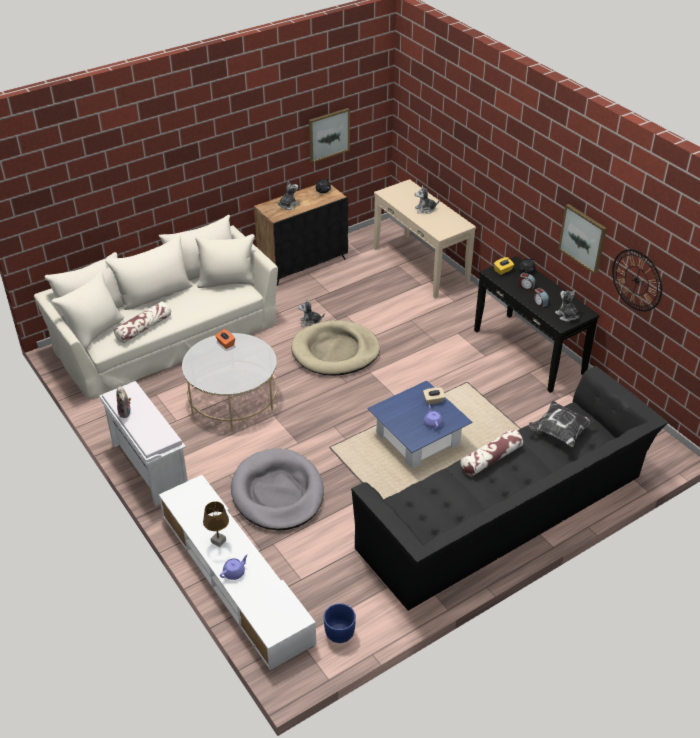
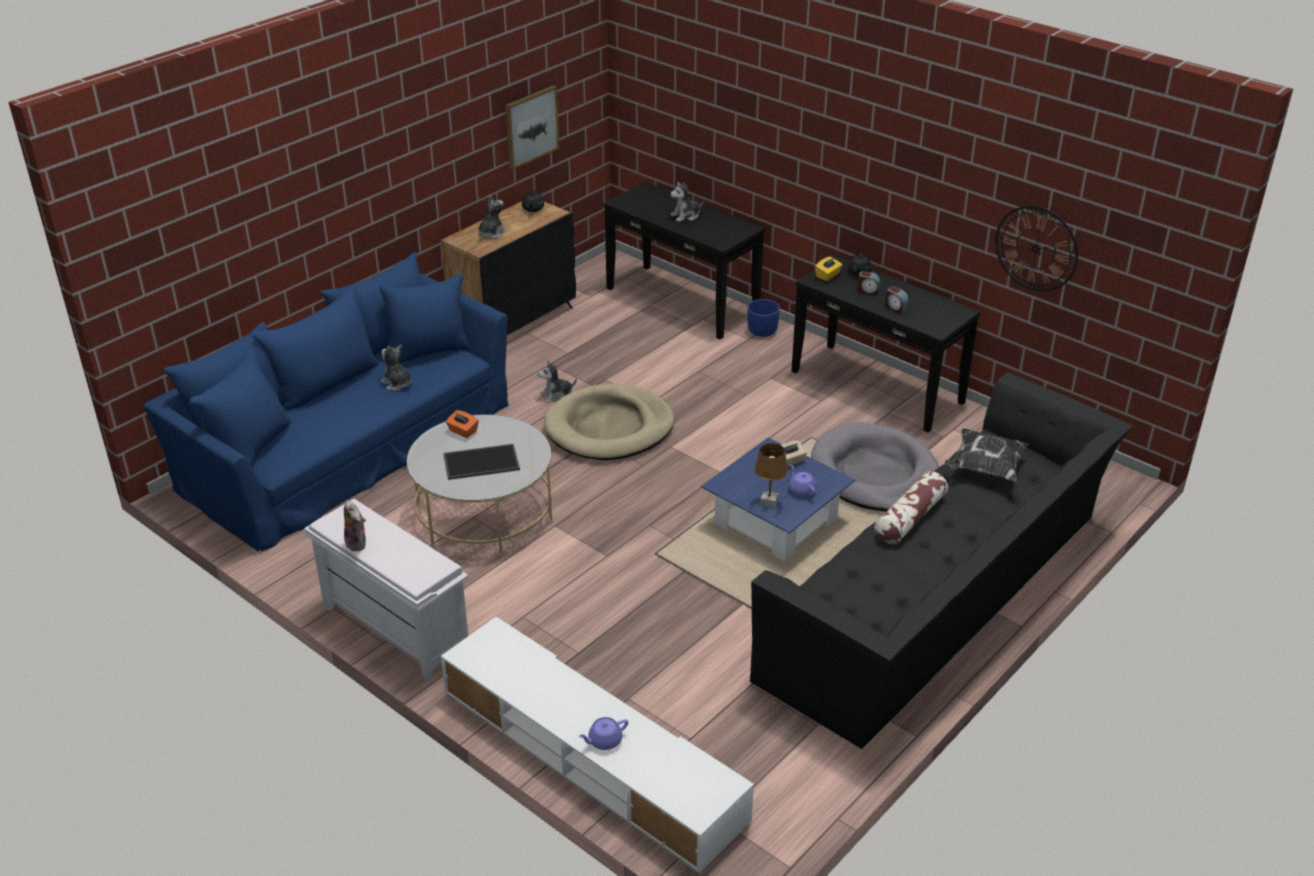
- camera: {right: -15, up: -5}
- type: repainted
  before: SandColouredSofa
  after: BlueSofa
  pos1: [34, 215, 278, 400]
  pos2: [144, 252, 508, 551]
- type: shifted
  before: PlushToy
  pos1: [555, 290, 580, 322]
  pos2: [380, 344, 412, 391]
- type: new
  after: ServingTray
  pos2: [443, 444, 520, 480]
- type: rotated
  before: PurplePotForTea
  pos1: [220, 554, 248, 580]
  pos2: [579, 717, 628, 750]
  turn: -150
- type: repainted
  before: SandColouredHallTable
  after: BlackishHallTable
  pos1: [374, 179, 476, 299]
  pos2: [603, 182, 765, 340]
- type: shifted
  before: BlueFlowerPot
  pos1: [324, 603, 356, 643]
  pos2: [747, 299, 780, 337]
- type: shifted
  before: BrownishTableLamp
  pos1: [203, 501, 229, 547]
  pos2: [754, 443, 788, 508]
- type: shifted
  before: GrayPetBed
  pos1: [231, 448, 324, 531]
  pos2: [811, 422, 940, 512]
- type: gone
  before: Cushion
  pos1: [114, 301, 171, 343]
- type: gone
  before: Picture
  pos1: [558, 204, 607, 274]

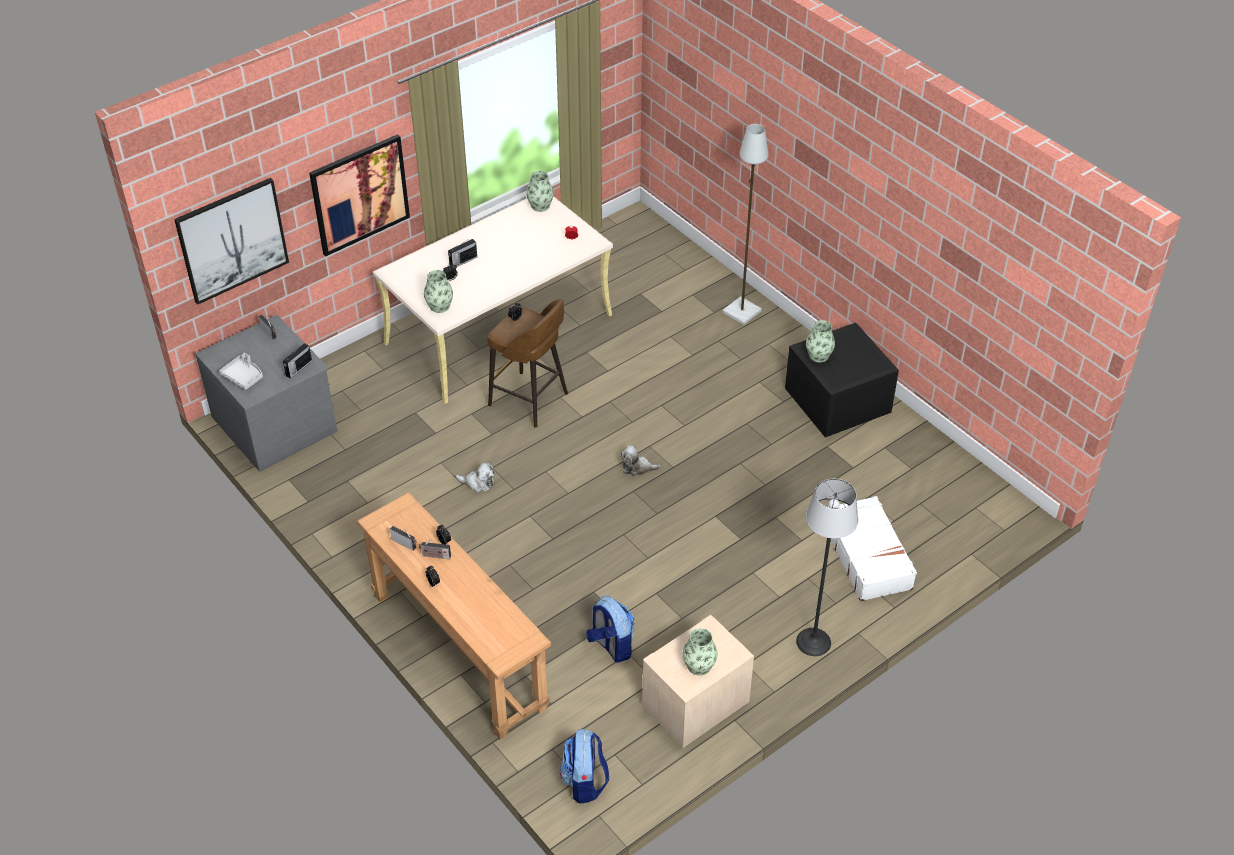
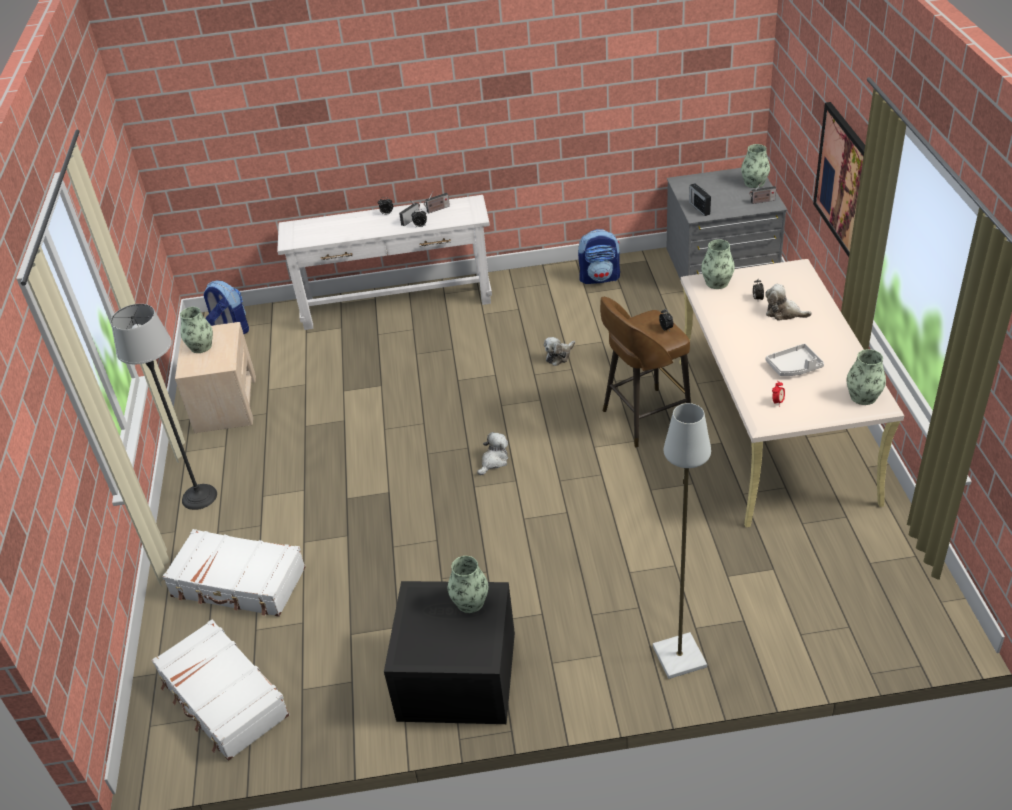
- camera: {right: 125, up: -5}
- type: new
  after: WhitishTravelCase
  pos2: [152, 619, 290, 761]
- type: repainted
  before: BrownishHallTable
  after: WhitishHallTable
  pos1: [357, 492, 551, 739]
  pos2: [277, 195, 492, 330]
- type: shifted
  before: Backpack
  pos1: [586, 596, 634, 663]
  pos2: [578, 229, 620, 284]
- type: new
  after: DecorativeVase
  pos2: [741, 144, 770, 188]
- type: swapped
  before: RadioSet
  after: PlushToy
  pos1: [448, 238, 477, 267]
  pos2: [765, 284, 812, 321]
- type: shifted
  before: GrayServingTray
  pos1: [219, 353, 263, 390]
  pos2: [765, 343, 824, 376]
- type: gone
  before: Picture
  pos1: [174, 178, 289, 305]

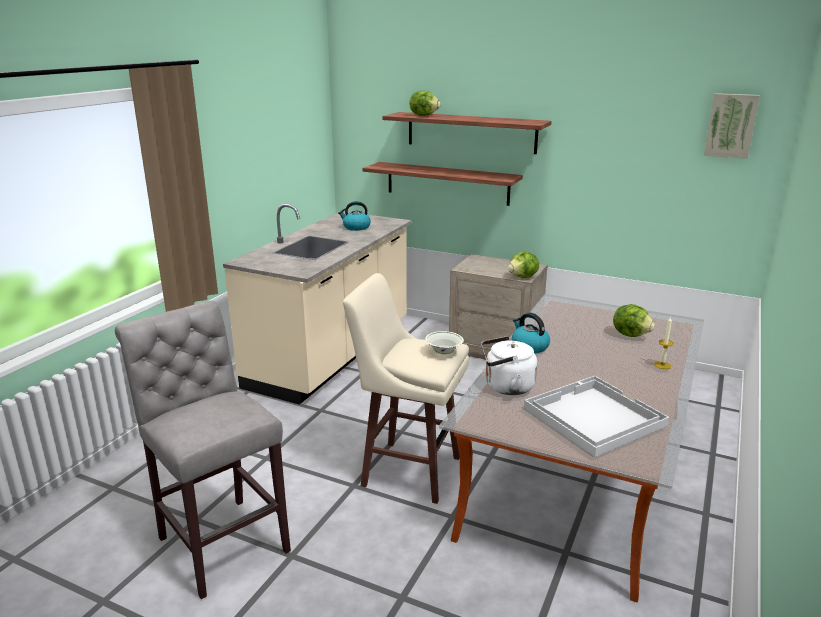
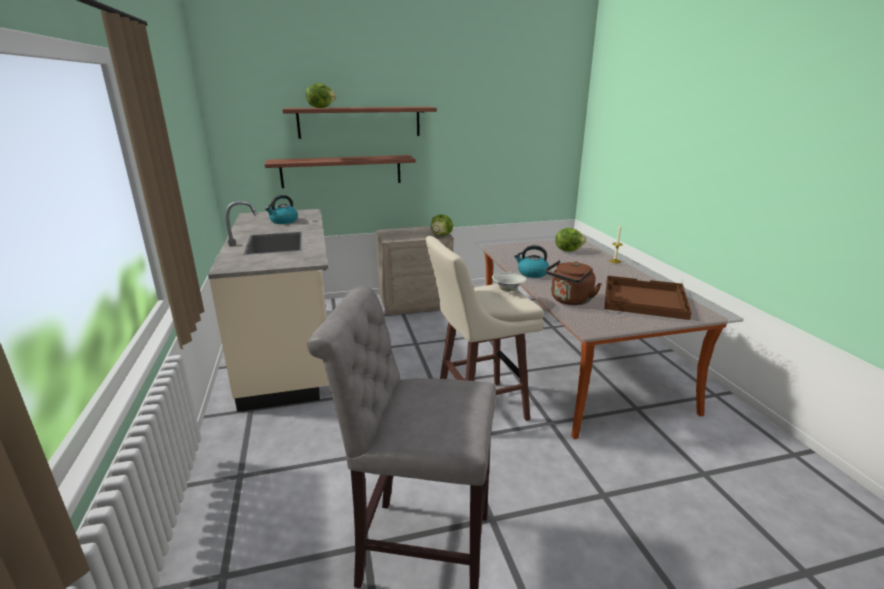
- camera: {right: -40, up: 0}
- type: repainted
  before: WhitishKettle
  after: BrownishKettle
  pos1: [481, 336, 537, 395]
  pos2: [546, 260, 601, 305]
- type: repainted
  before: WhitishServingTray
  after: BrownishServingTray
  pos1: [524, 376, 669, 457]
  pos2: [604, 276, 692, 320]
- type: gone
  before: Picture
  pos1: [704, 93, 760, 159]

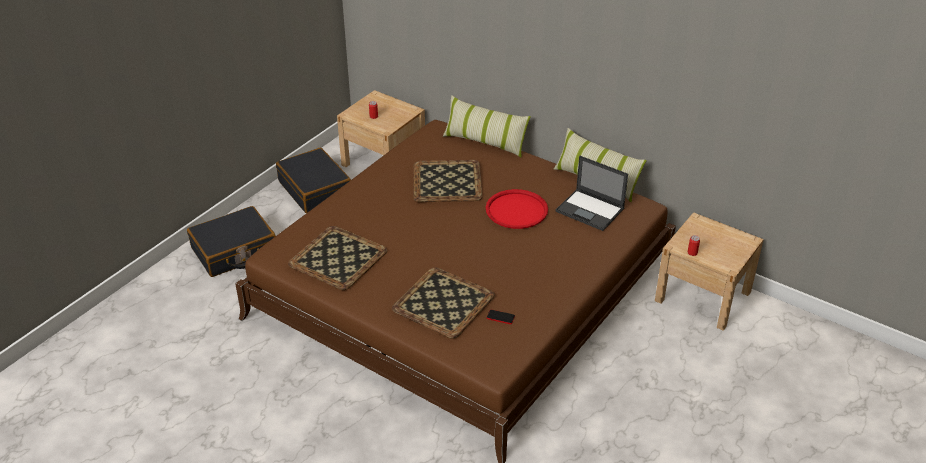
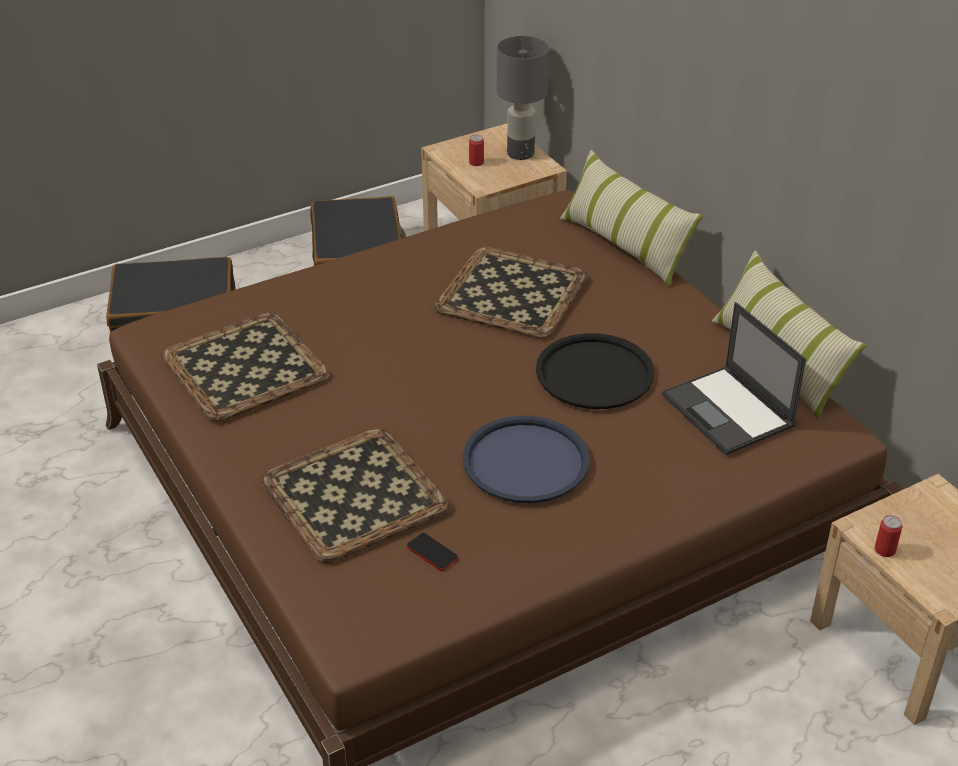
- camera: {right: 25, up: 0}
- type: new
  after: BlueServingTray
  pos2: [462, 416, 590, 503]
- type: new
  after: GrayTableLamp
  pos2: [497, 36, 549, 160]
- type: repainted
  before: RedColouredServingTray
  after: BlackishServingTray
  pos1: [486, 189, 548, 229]
  pos2: [536, 333, 654, 409]

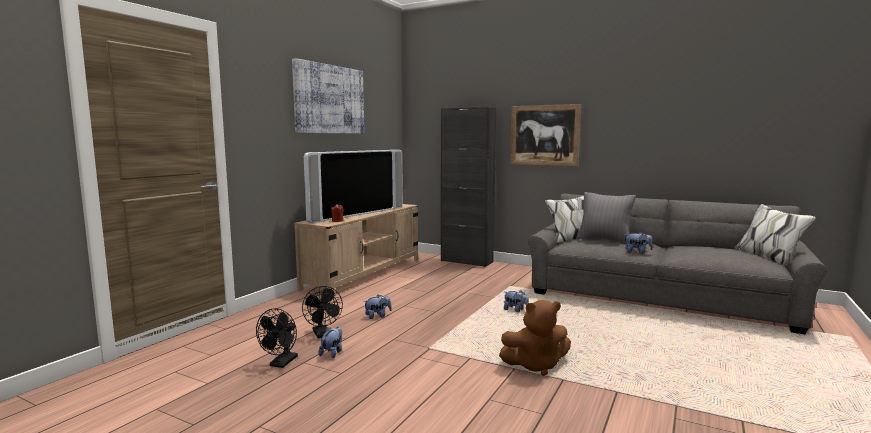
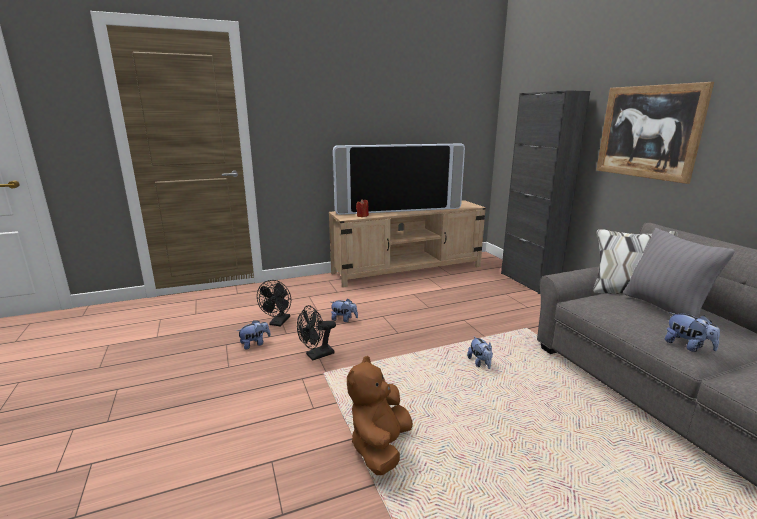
- camera: {right: 40, up: 10}
- type: shifted
  before: BlackishFan
  pos1: [256, 308, 298, 368]
  pos2: [297, 305, 336, 361]
- type: rotated
  before: BrownishPlushToy
  pos1: [499, 300, 571, 376]
  pos2: [347, 356, 413, 475]
  turn: 75
- type: gone
  before: Picture
  pos1: [292, 58, 364, 134]

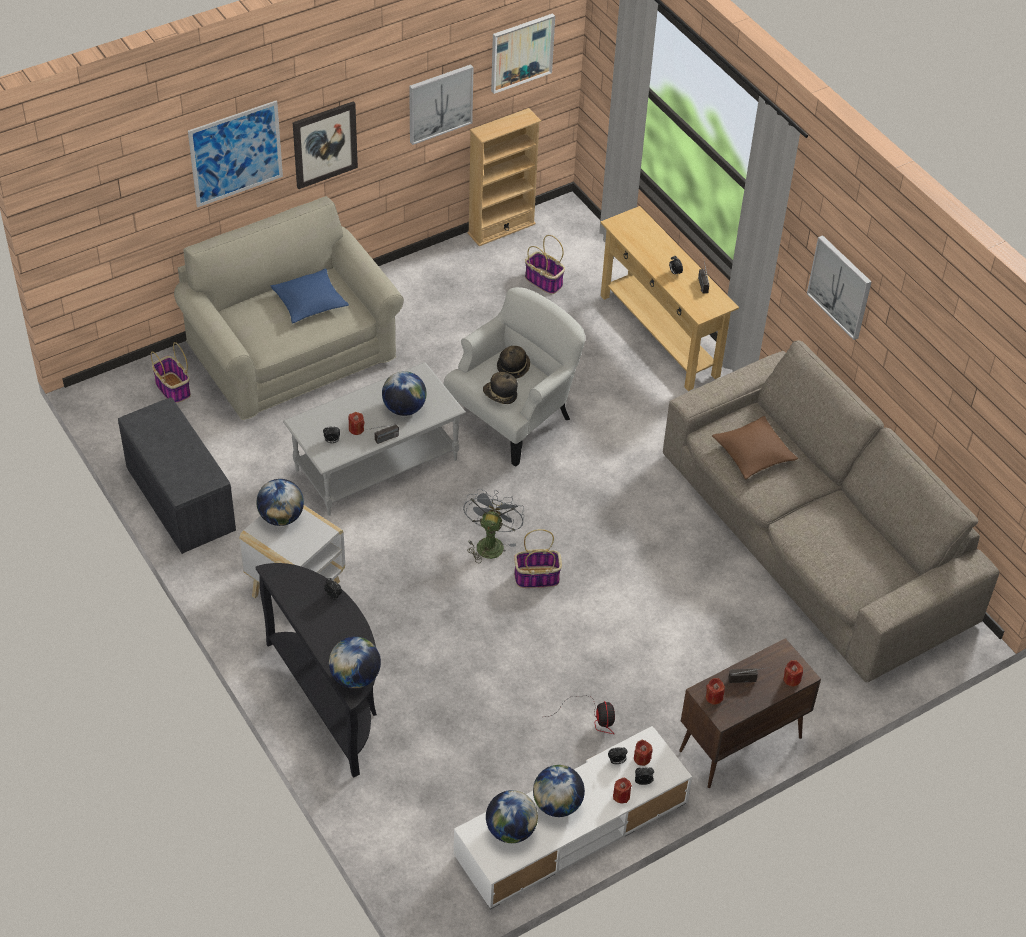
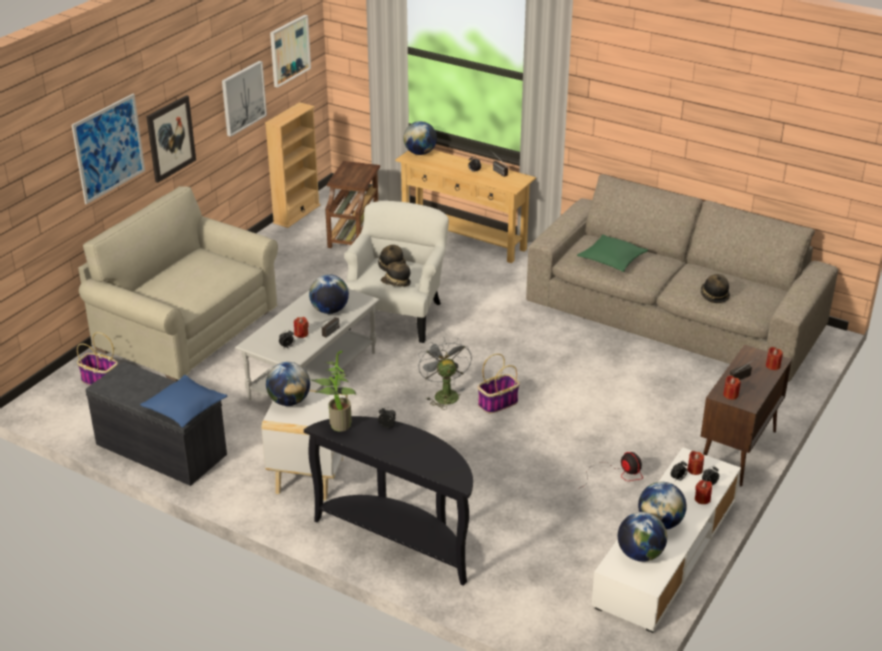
- camera: {right: -25, up: -15}
- type: shifted
  before: BlueCushion
  pos1: [270, 268, 349, 323]
  pos2: [140, 375, 228, 428]
- type: new
  after: Houseplant
  pos2: [311, 351, 356, 432]
- type: swapped
  before: HouseholdBasket
  after: BrownishSideTable
  pos1: [525, 235, 565, 294]
  pos2: [325, 161, 380, 248]
- type: shifted
  before: WorldGlobe
  pos1: [329, 637, 381, 689]
  pos2: [404, 121, 437, 155]
- type: repainted
  before: BrownishCushion
  after: GreenColouredCushion
  pos1: [712, 416, 798, 480]
  pos2: [577, 234, 648, 272]
- type: new
  after: Hat
  pos2: [701, 274, 730, 303]
- type: gone
  before: Picture
  pos1: [807, 235, 872, 340]

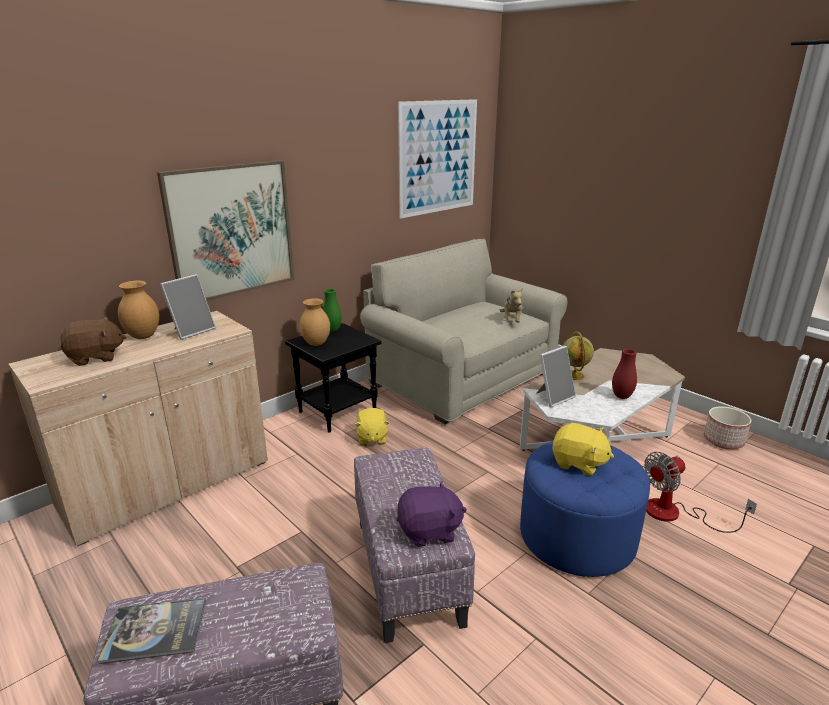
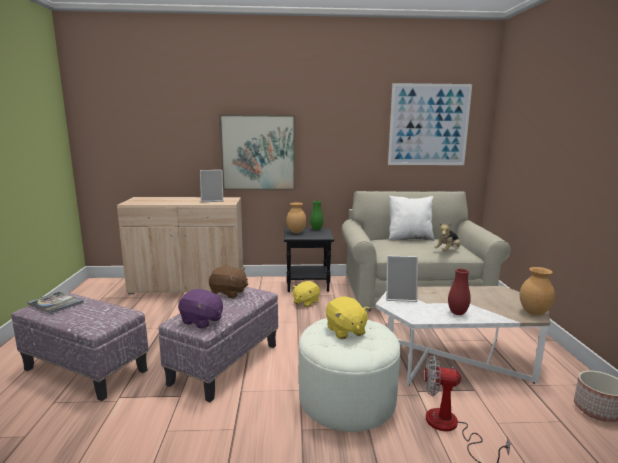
- camera: {right: 40, up: -10}
- type: shifted
  before: BrownishPlushToy
  pos1: [61, 317, 126, 366]
  pos2: [209, 266, 248, 298]
- type: repainted
  before: BluePouffe
  after: WhitishPouffe
  pos1: [520, 441, 650, 577]
  pos2: [299, 318, 400, 432]
- type: new
  after: WhitishCushion
  pos2: [388, 196, 434, 241]
- type: shifted
  before: BrownishDecorativeVase
  pos1: [118, 281, 159, 339]
  pos2: [520, 267, 555, 316]
- type: gone
  before: WorldGlobe
  pos1: [563, 331, 594, 380]

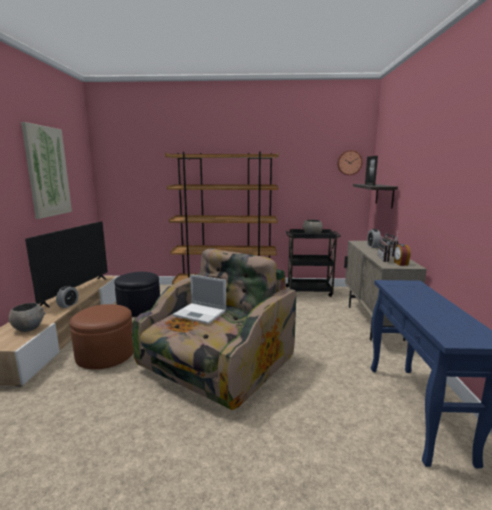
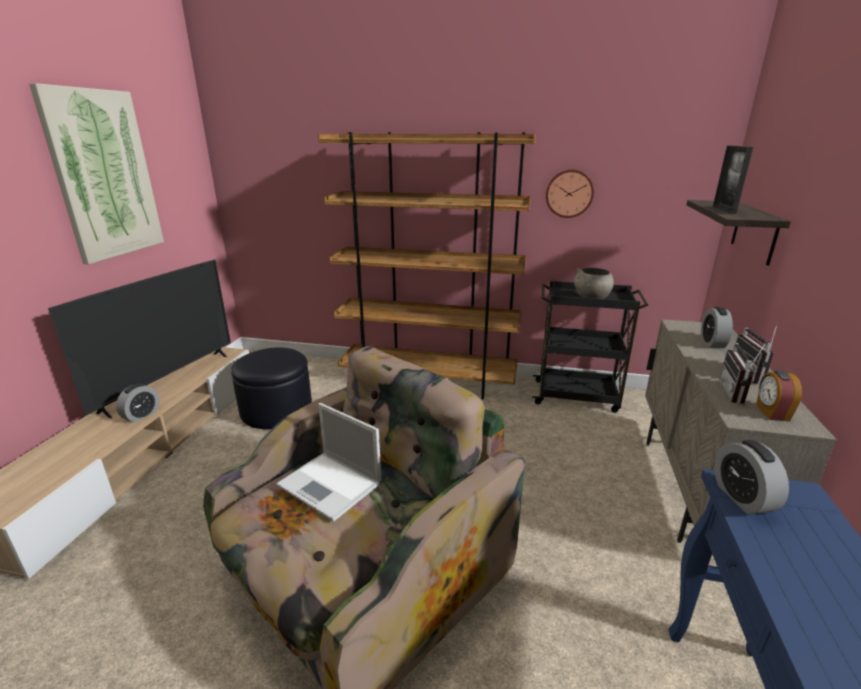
- camera: {right: 10, up: 10}
- type: shifted
  before: WallClock
  pos1: [337, 150, 363, 175]
  pos2: [546, 169, 594, 218]
- type: new
  after: TableClock
  pos2: [714, 440, 789, 514]
- type: gone
  before: GrayDeepDish
  pos1: [9, 303, 46, 332]
- type: gone
  before: BrownishPouffe
  pos1: [70, 304, 133, 369]

